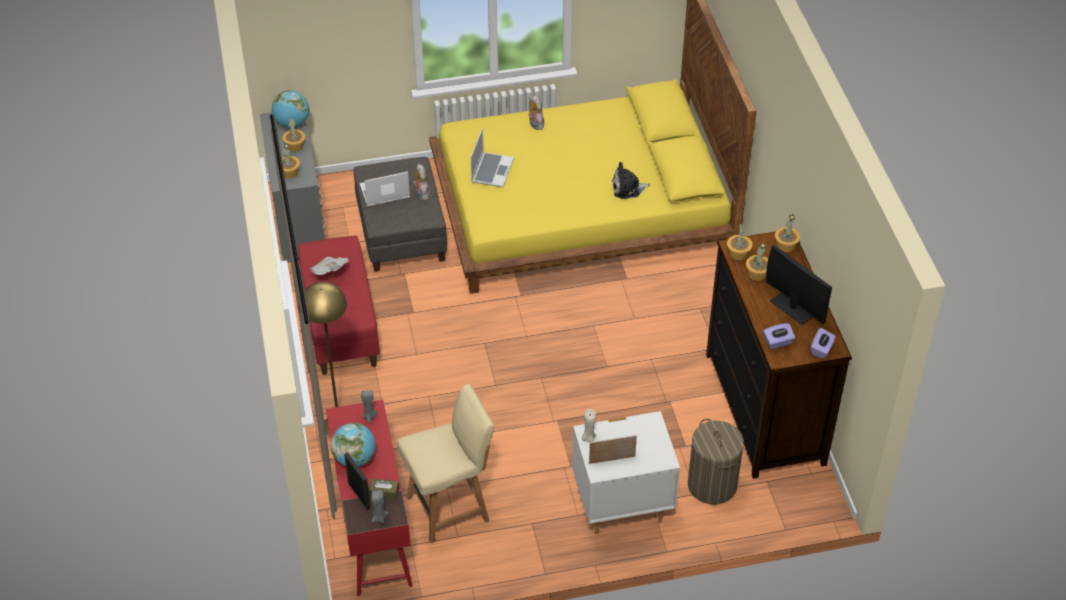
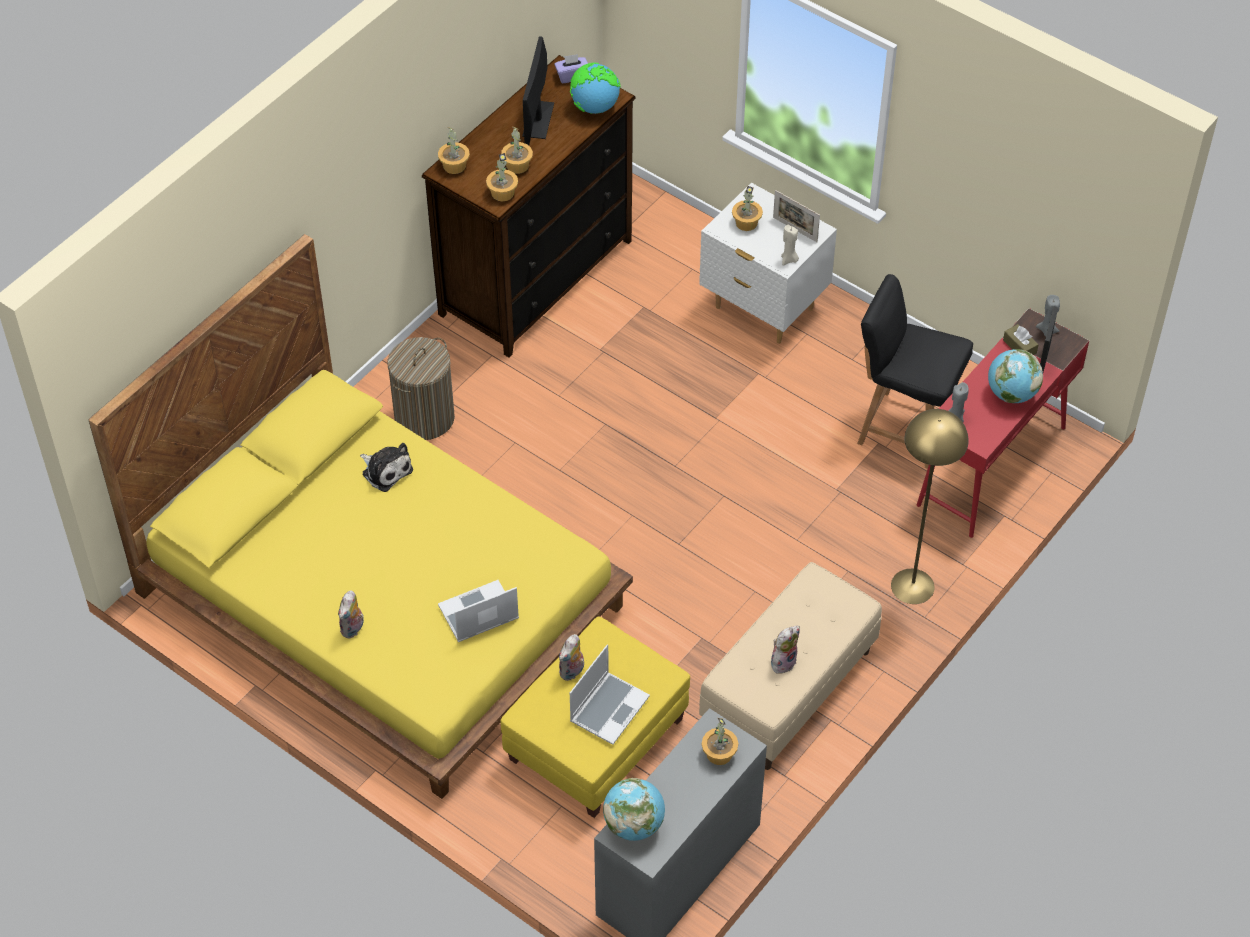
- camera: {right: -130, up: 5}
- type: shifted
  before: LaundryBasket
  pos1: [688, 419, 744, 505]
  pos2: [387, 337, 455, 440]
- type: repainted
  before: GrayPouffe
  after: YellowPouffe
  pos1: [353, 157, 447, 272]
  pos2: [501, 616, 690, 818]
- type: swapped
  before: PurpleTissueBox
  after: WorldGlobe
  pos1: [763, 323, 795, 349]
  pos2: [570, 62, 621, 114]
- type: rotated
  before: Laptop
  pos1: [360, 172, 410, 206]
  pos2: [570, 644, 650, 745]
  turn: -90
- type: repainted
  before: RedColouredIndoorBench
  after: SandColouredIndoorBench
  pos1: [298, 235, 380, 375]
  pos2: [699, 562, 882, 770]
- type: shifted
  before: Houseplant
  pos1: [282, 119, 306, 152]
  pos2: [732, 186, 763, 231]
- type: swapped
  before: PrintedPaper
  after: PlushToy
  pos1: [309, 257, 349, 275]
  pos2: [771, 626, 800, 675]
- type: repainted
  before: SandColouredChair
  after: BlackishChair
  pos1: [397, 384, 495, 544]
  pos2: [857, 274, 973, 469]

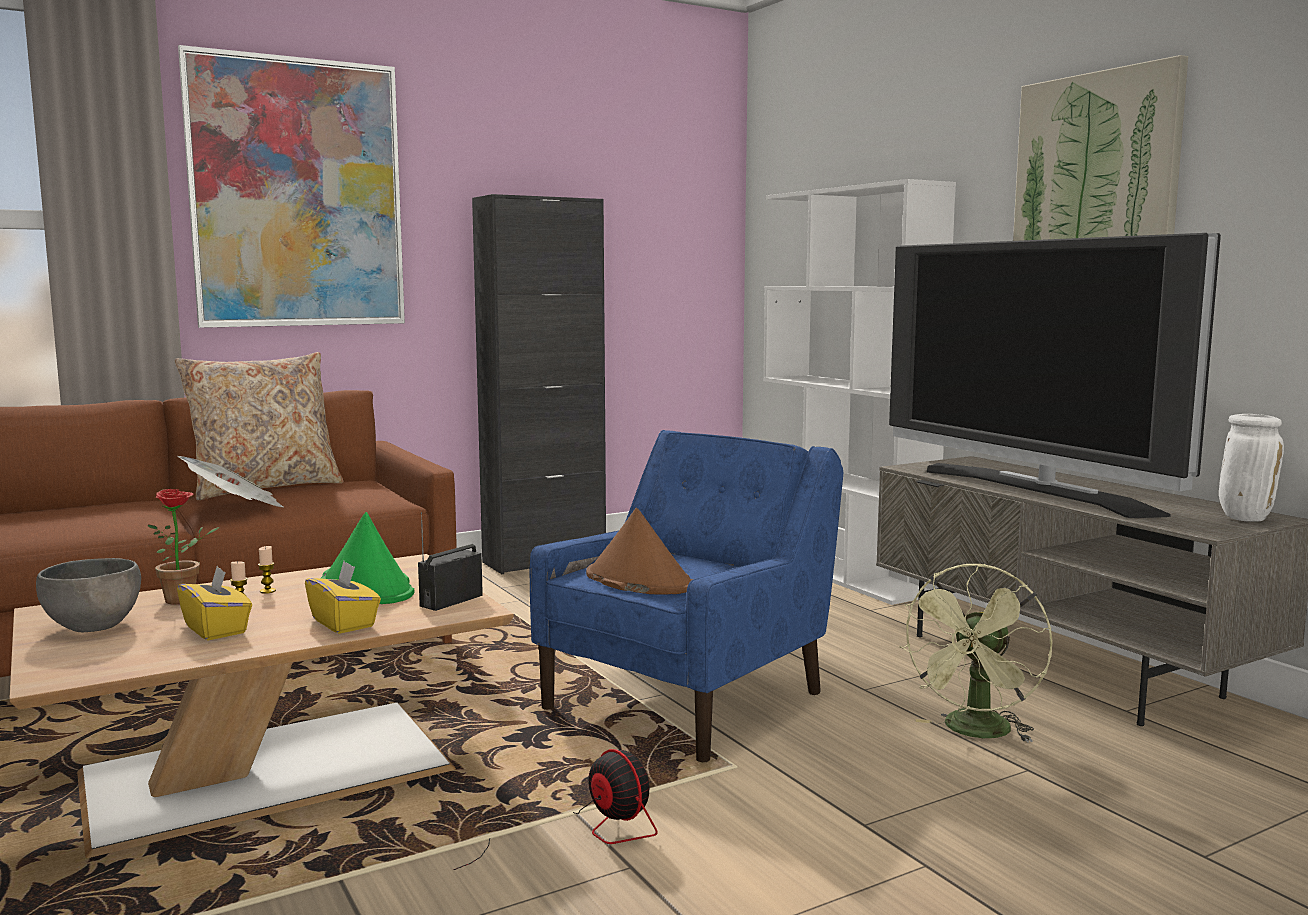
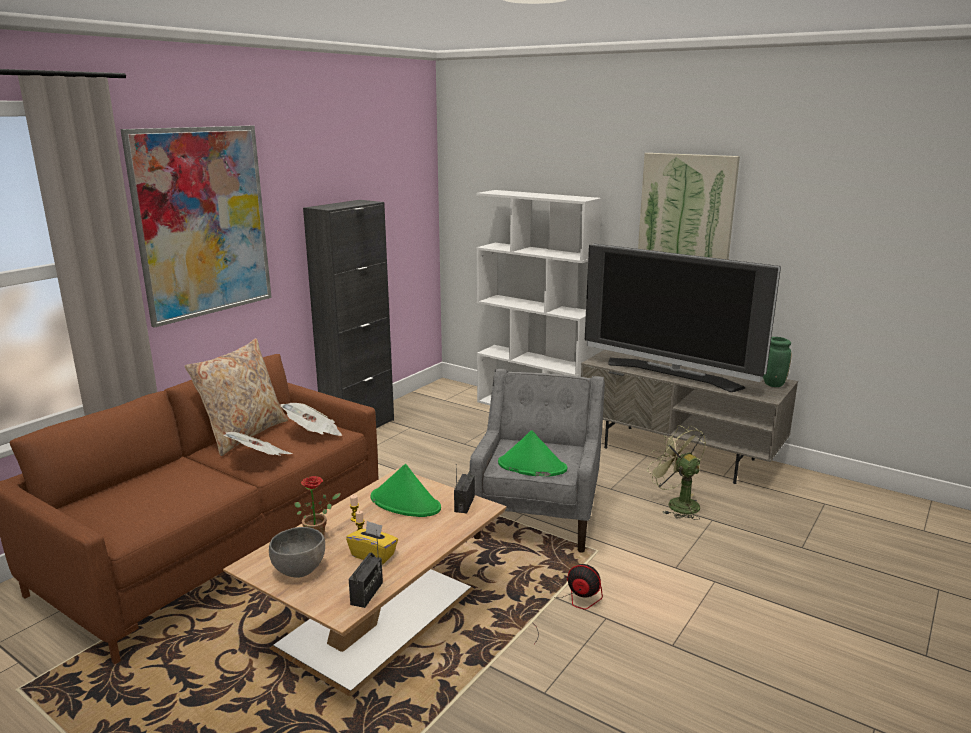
- camera: {right: -25, up: 10}
- type: new
  after: PrintedPaper
  pos2: [281, 403, 342, 436]
- type: new
  after: RadioSet
  pos2: [349, 530, 383, 608]
- type: repainted
  before: BlueLoungeChair
  after: GrayLoungeChair
  pos1: [530, 430, 844, 762]
  pos2: [470, 369, 605, 553]
- type: repainted
  before: BrownishHat
  after: GreenColouredHat
  pos1: [586, 508, 694, 594]
  pos2: [498, 430, 567, 476]
- type: rotated
  before: GreenColouredFan
  pos1: [899, 564, 1053, 743]
  pos2: [647, 425, 706, 520]
  turn: 135
- type: repainted
  before: WhitishDecorativeVase
  after: GreenColouredDecorativeVase
  pos1: [1219, 414, 1284, 522]
  pos2: [763, 337, 792, 387]
- type: gone
  before: YellowTissueBox
  pos1: [305, 561, 381, 634]

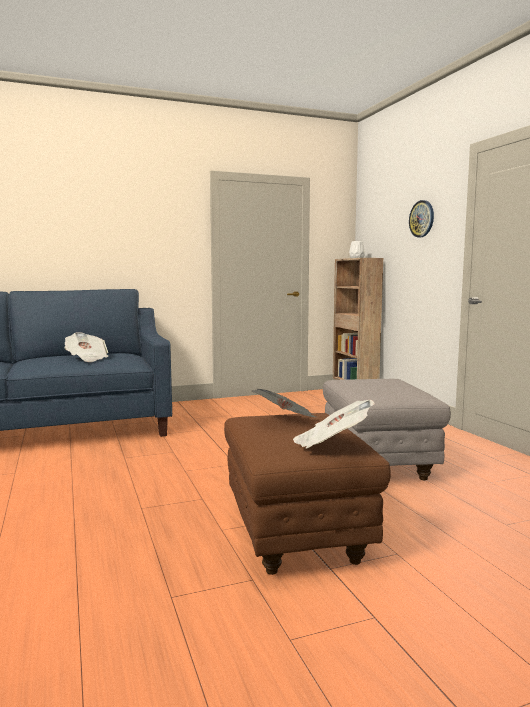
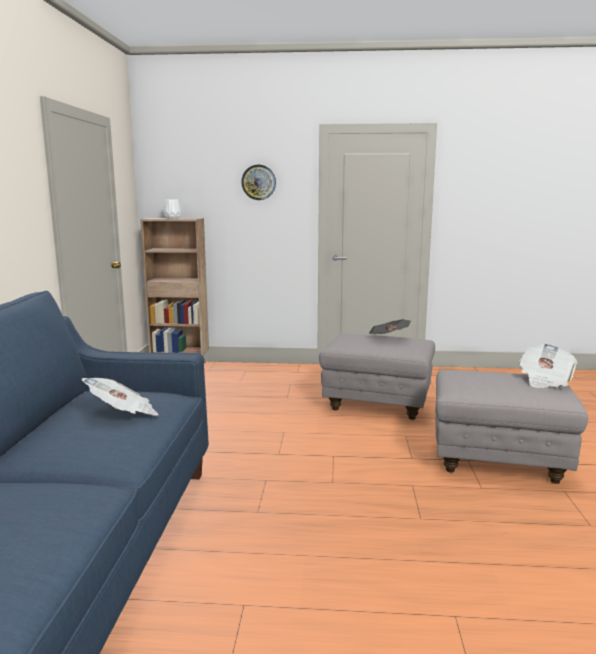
- camera: {right: -65, up: 5}
- type: shifted
  before: PrintedPaper
  pos1: [252, 389, 316, 417]
  pos2: [369, 319, 411, 334]
- type: repainted
  before: BrownishPouffe
  after: GrayPouffe
  pos1: [224, 413, 391, 575]
  pos2: [435, 370, 588, 484]

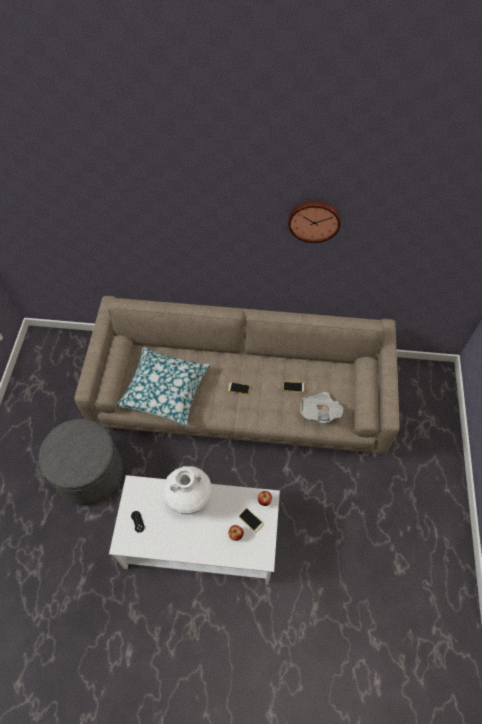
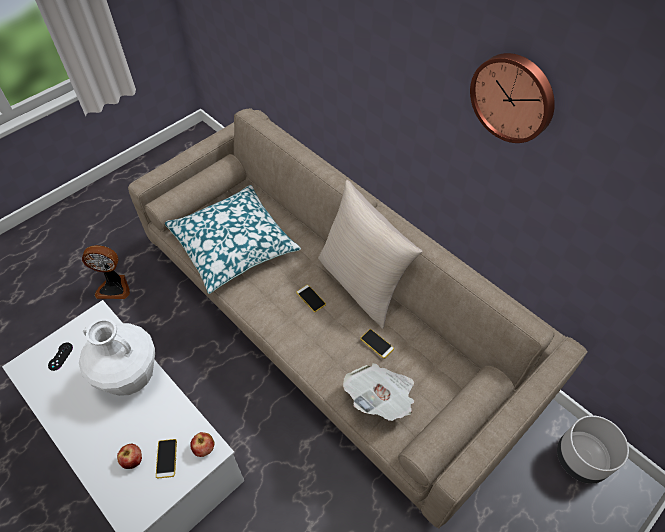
- camera: {right: 40, up: -5}
- type: swapped
  before: GrayPouffe
  after: Fan
  pos1: [39, 419, 123, 505]
  pos2: [82, 245, 130, 299]
- type: new
  after: SandColouredCushion
  pos2: [318, 180, 423, 329]
- type: new
  after: GrayFlowerPot
  pos2: [557, 415, 629, 484]

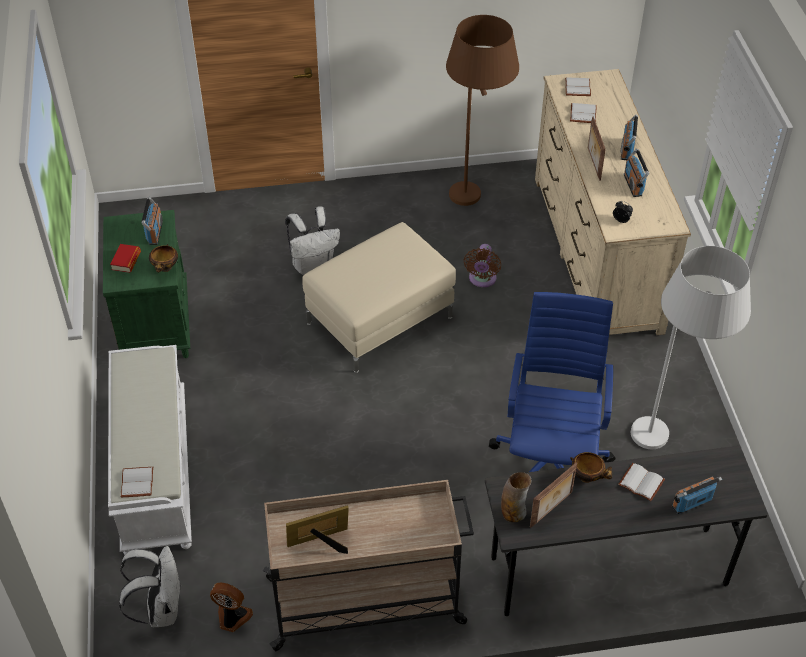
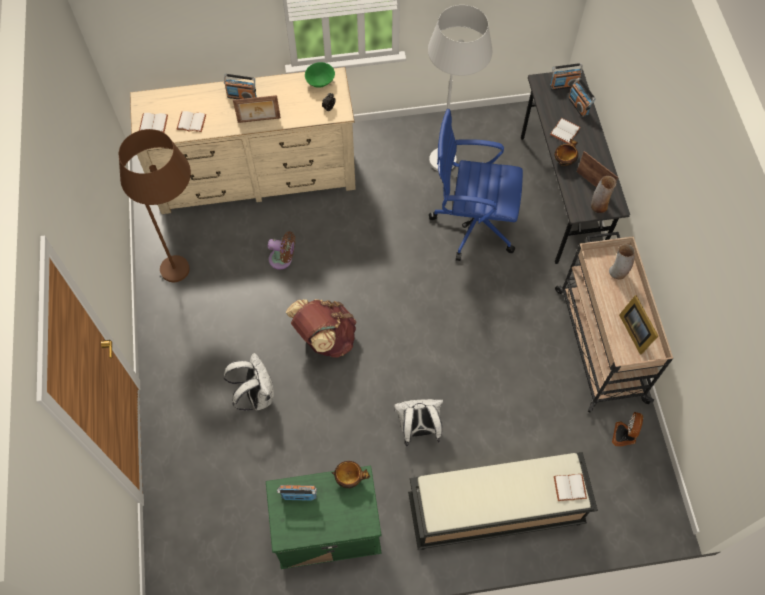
- camera: {right: -90, up: 15}
- type: swapped
  before: SandColouredPouffe
  after: BrownishBackpack
  pos1: [302, 222, 456, 373]
  pos2: [286, 299, 357, 358]
- type: new
  after: GreenColouredDeepDish
  pos2: [305, 62, 335, 88]
- type: shifted
  before: WhitishBackpack
  pos1: [119, 546, 182, 627]
  pos2: [394, 399, 443, 446]
- type: repainted
  before: WhitishIndoorBench
  after: BlackishIndoorBench
  pos1: [108, 345, 192, 555]
  pos2: [408, 452, 598, 550]
- type: shifted
  before: RadioSet
  pos1: [624, 149, 649, 197]
  pos2: [550, 63, 583, 90]
- type: new
  after: DecorativeVase
  pos2: [609, 244, 635, 279]
- type: gone
  before: Volume
  pos1: [110, 244, 141, 273]

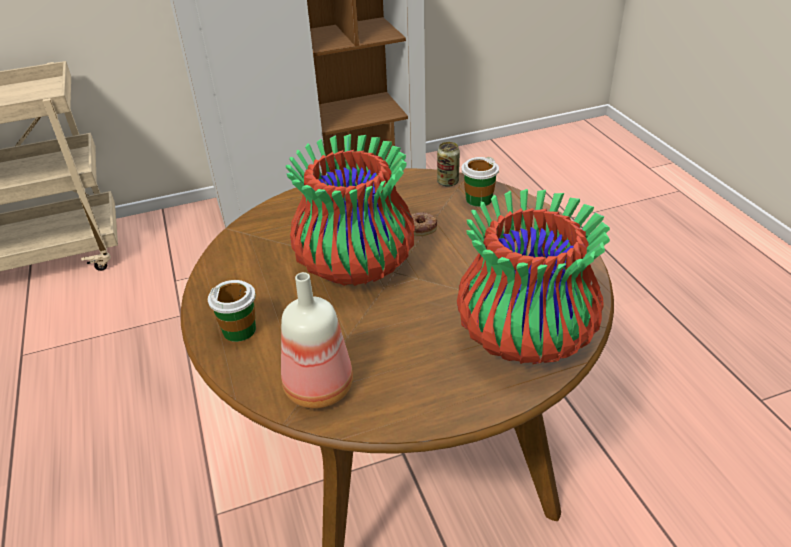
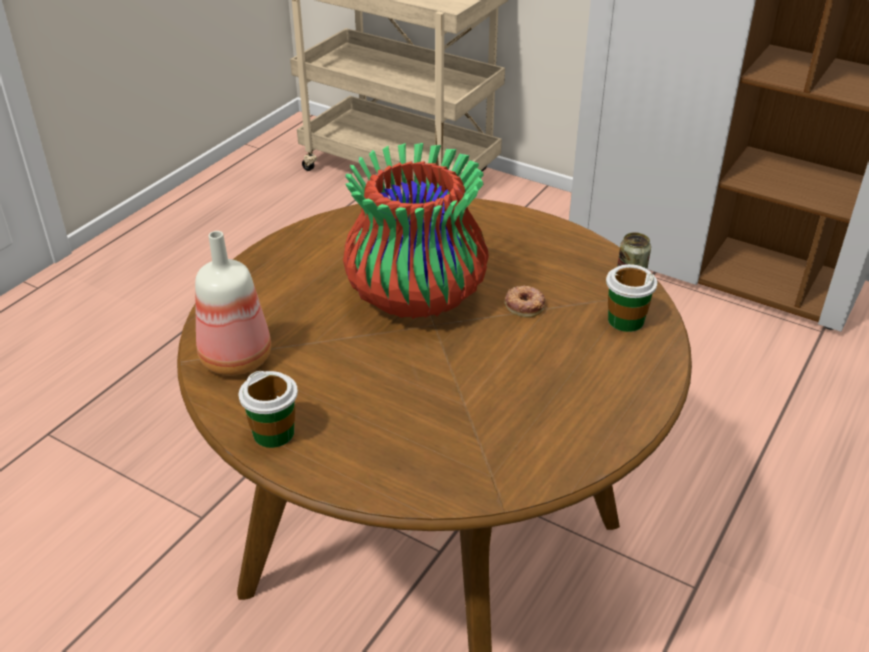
- camera: {right: 50, up: 0}
- type: shifted
  before: SmallCup
  pos1: [208, 280, 256, 342]
  pos2: [239, 371, 298, 448]
- type: gone
  before: DecorativeVase
  pos1: [457, 189, 610, 365]

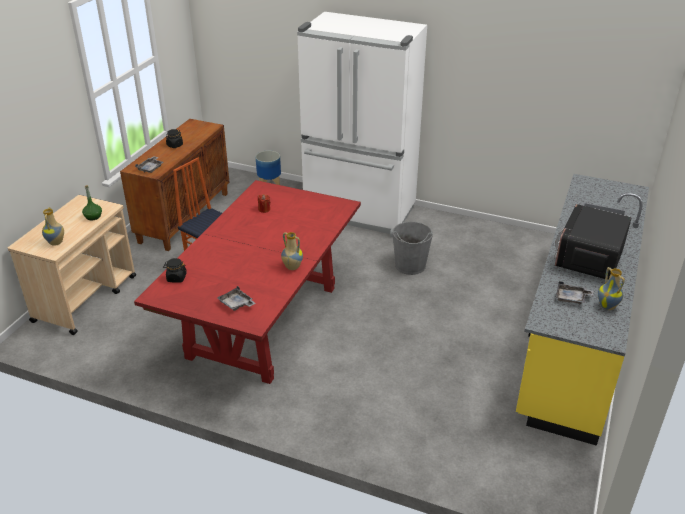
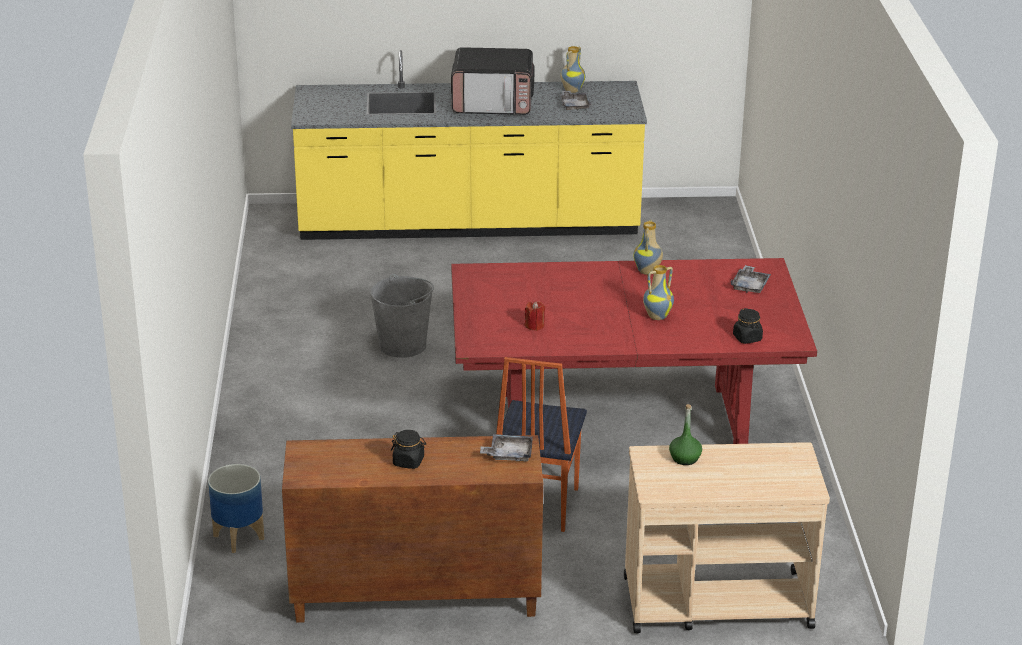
- camera: {right: -115, up: -5}
- type: shifted
  before: DecorativeVase
  pos1: [42, 207, 64, 246]
  pos2: [643, 265, 674, 320]
- type: gone
  before: WhitishRefrigerator
  pos1: [297, 12, 427, 237]

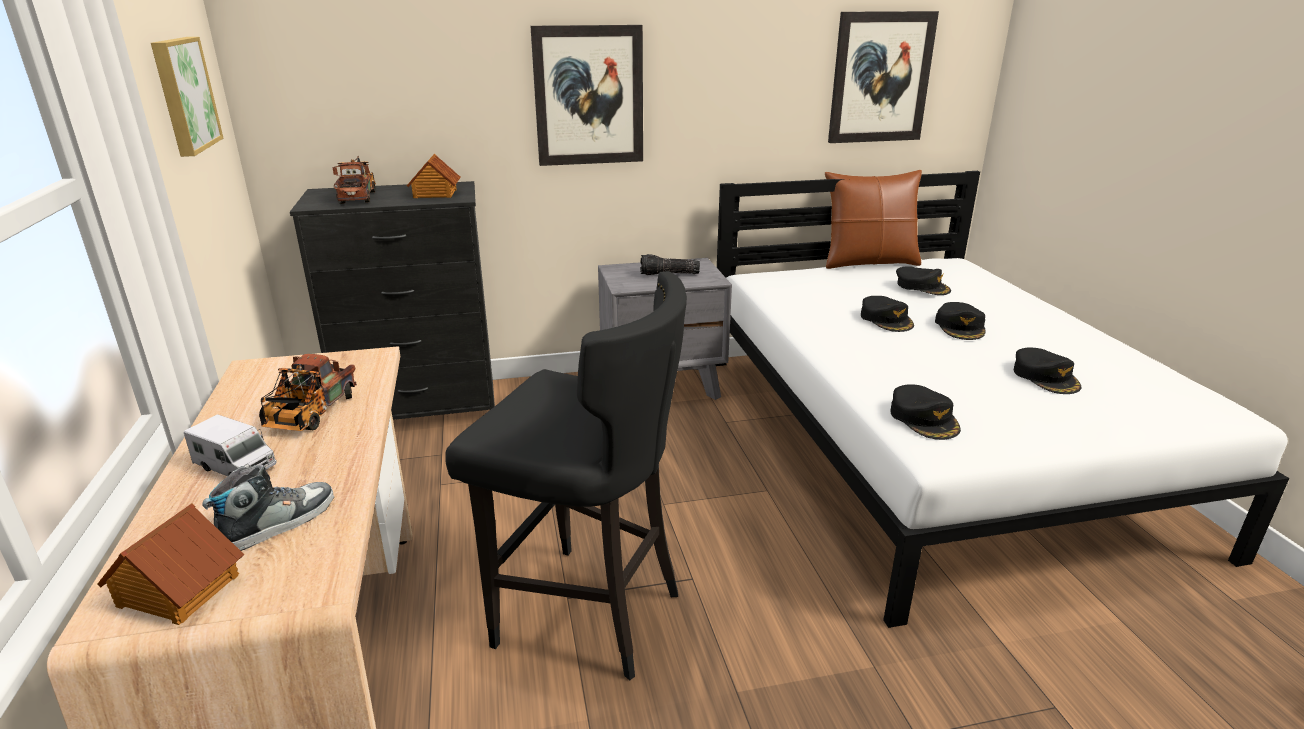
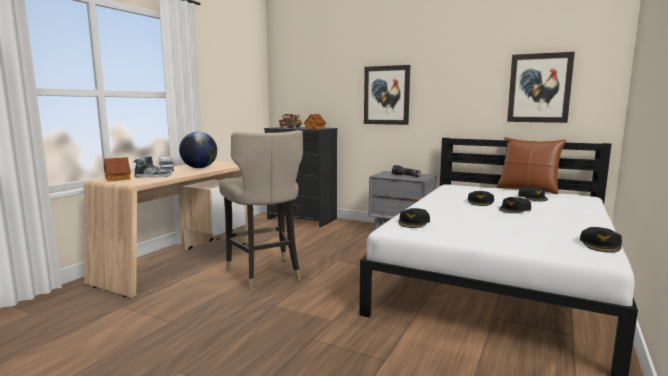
- camera: {right: 40, up: -15}
- type: swapped
  before: ModelTruck
  after: WorldGlobe
  pos1: [259, 354, 357, 431]
  pos2: [179, 132, 217, 168]
- type: repainted
  before: BlackishStoolSeat
  after: SandColouredStoolSeat
  pos1: [445, 271, 687, 681]
  pos2: [219, 130, 303, 290]
- type: shifted
  before: BlackishPeakedCap
  pos1: [1014, 348, 1082, 394]
  pos2: [580, 227, 622, 253]
- type: gone
  before: Picture
  pos1: [151, 37, 223, 157]

